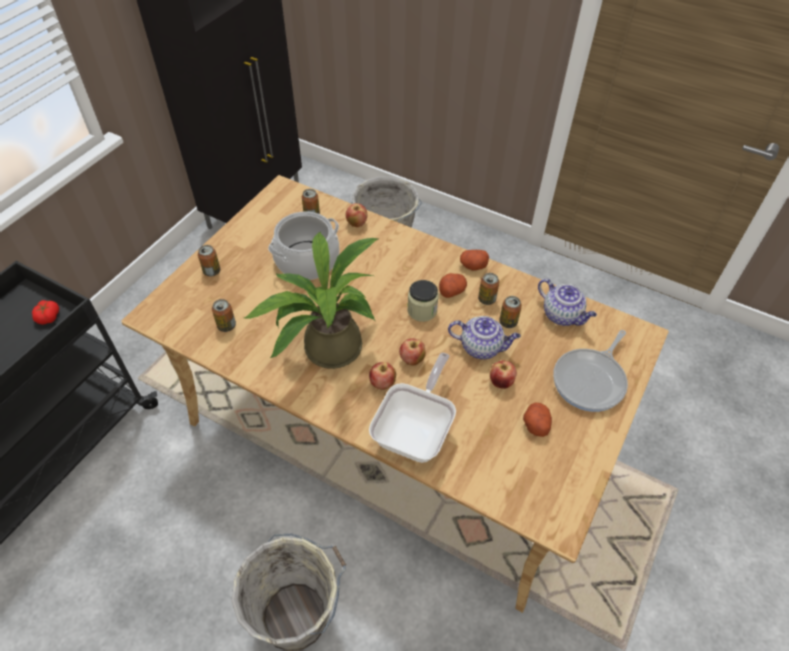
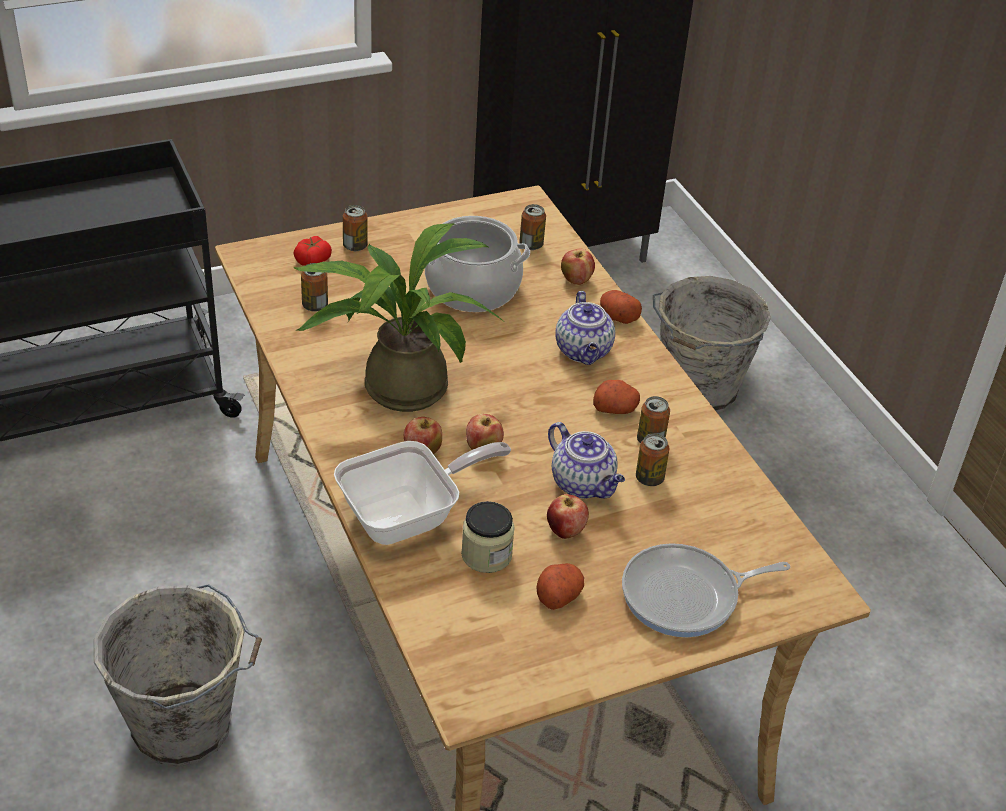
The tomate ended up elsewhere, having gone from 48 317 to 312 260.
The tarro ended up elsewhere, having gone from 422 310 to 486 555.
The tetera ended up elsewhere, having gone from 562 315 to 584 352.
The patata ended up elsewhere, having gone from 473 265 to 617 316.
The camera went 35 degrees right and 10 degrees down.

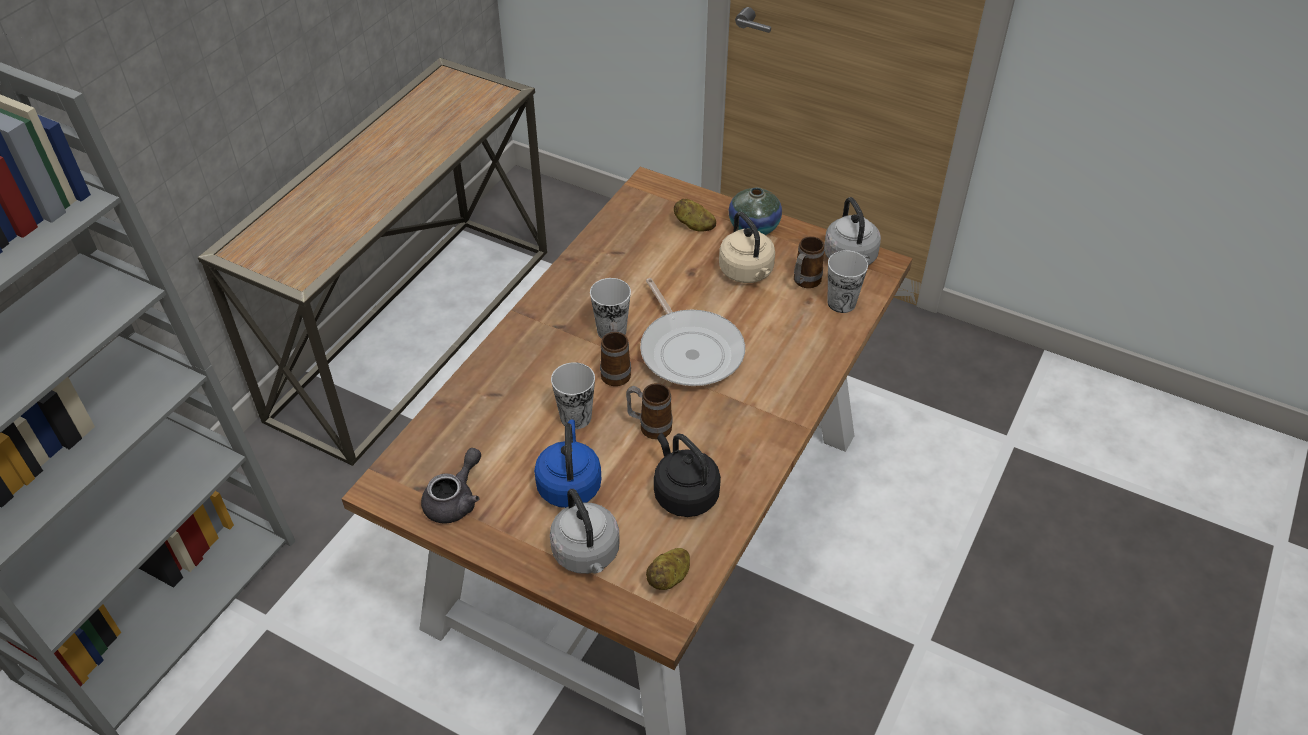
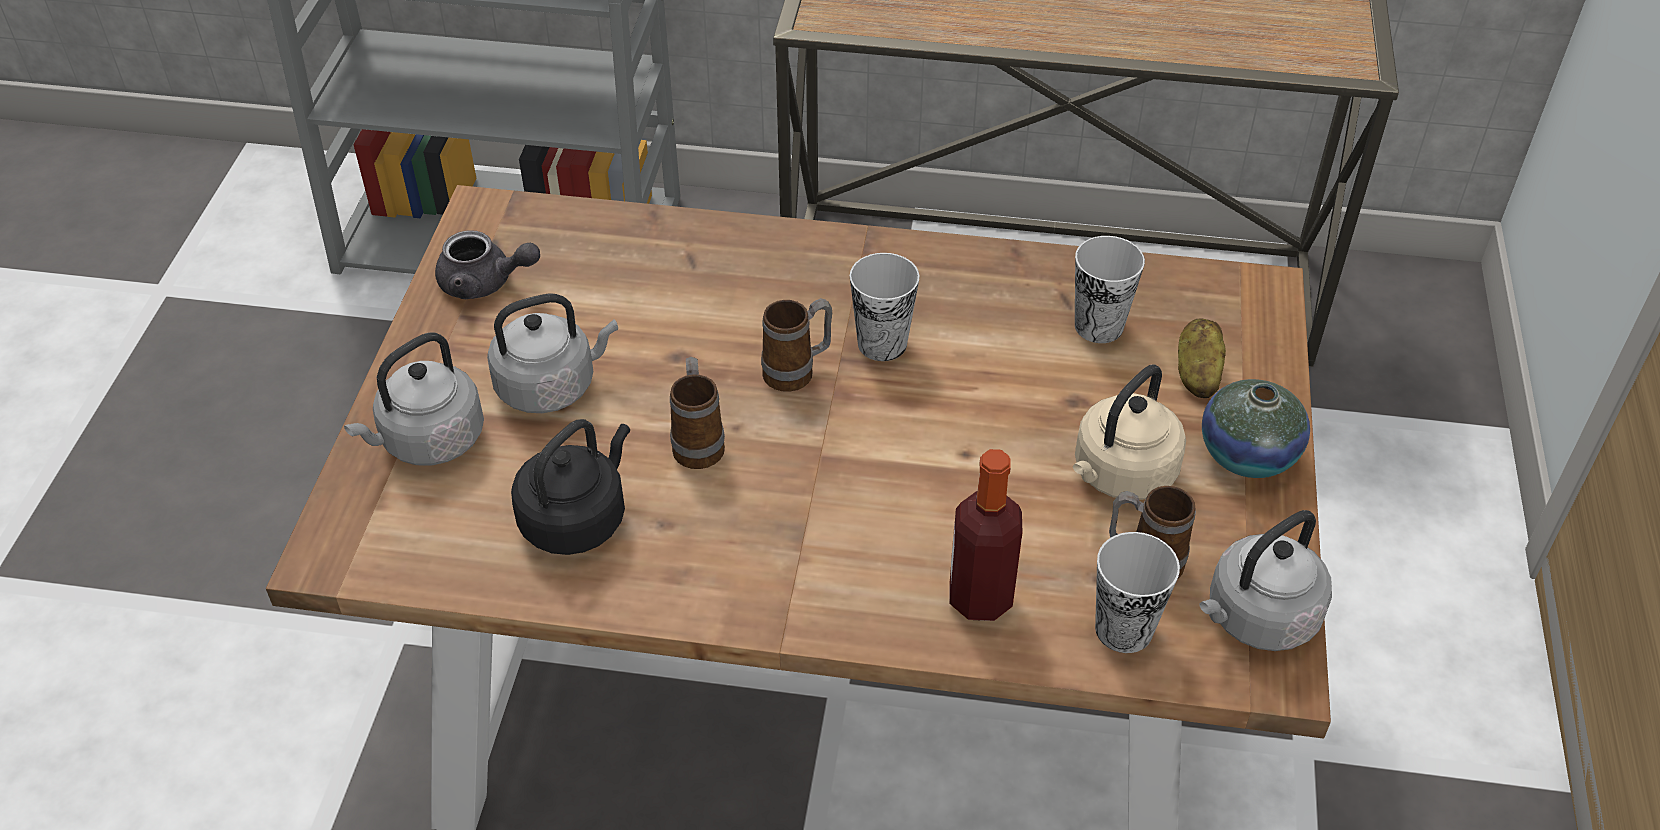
What was the hervidor/azul at 569 484 turned into the hervidor/gris at 551 386.
The second view gained the botella at 980 598.
The taza ended up elsewhere, having gone from 575 417 to 1099 326.
The second view lost the sartén at 689 350.
The second view lost the patata at 669 578.
The camera went 70 degrees right and 0 degrees up.

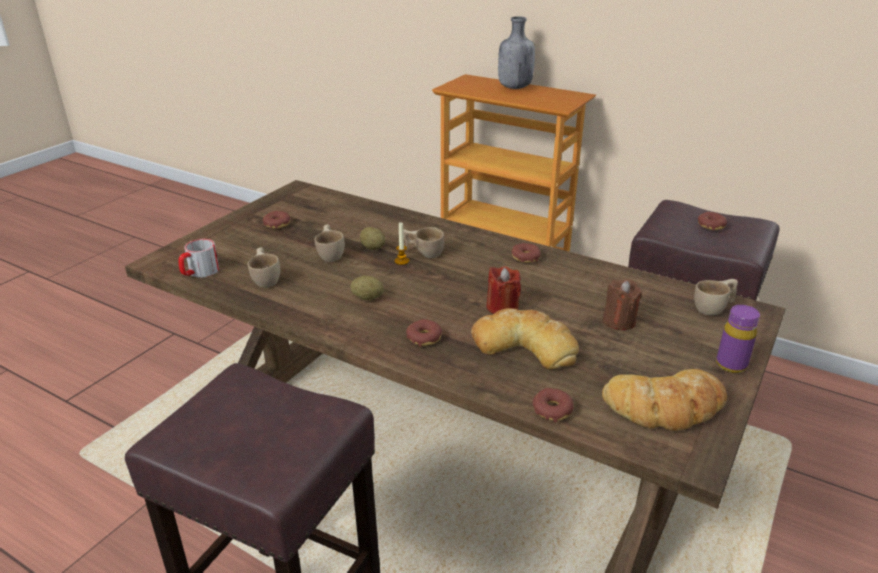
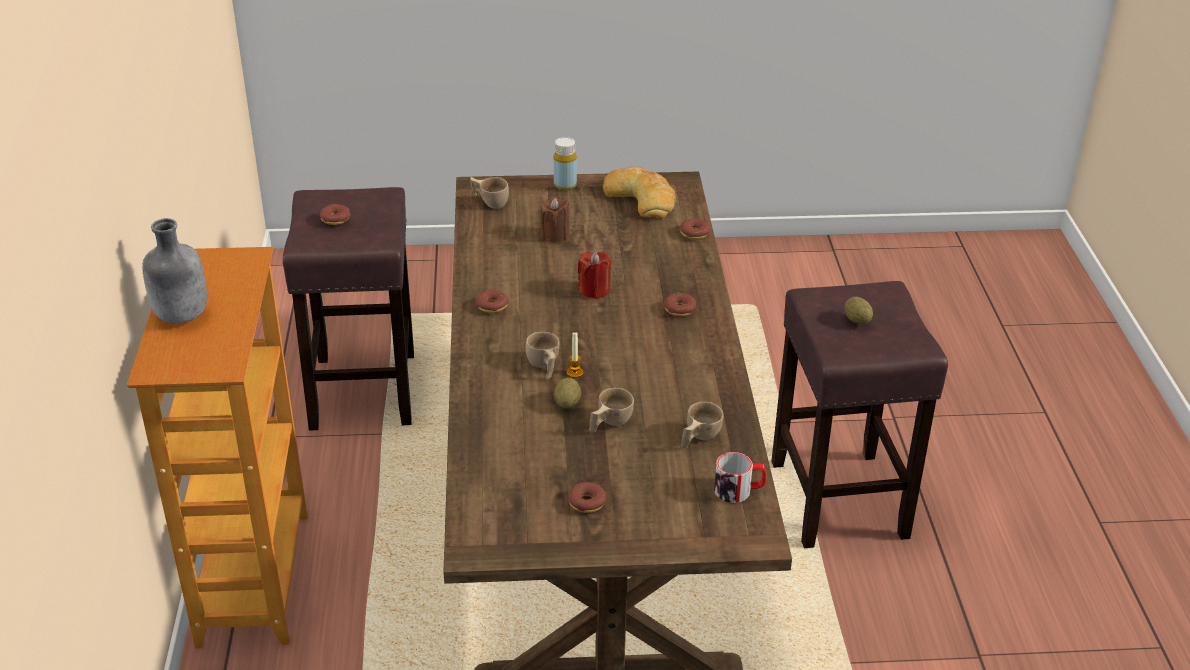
What was the botella/morado at 731 365 turned into the botella/amarillo at 565 185.
The patata ended up elsewhere, having gone from 367 298 to 857 320.
The second view lost the pan at 525 345.
The camera went 125 degrees left and 5 degrees up.

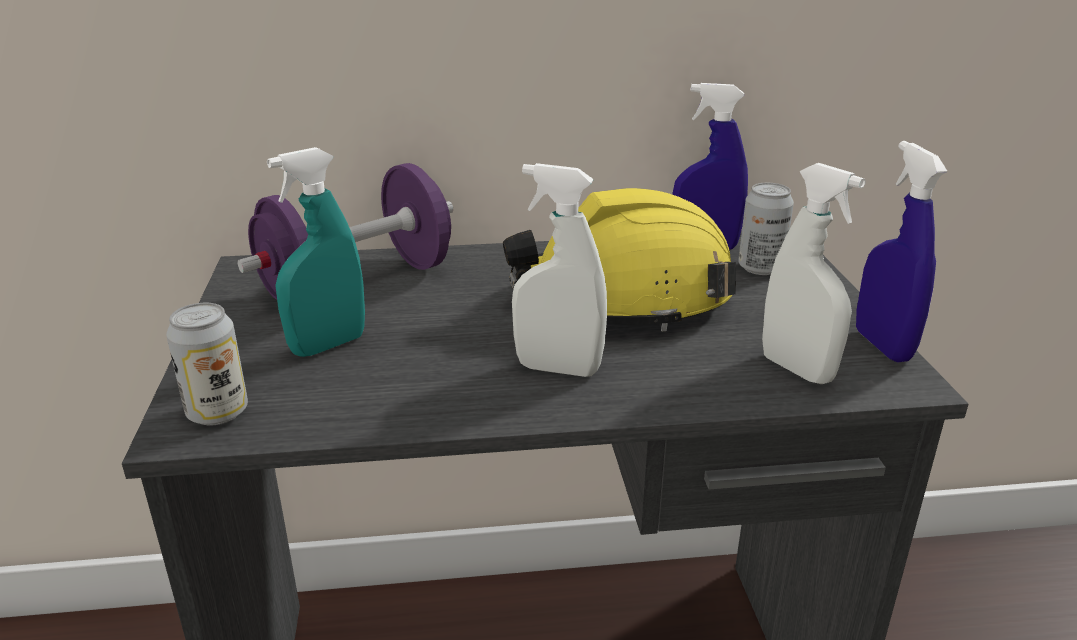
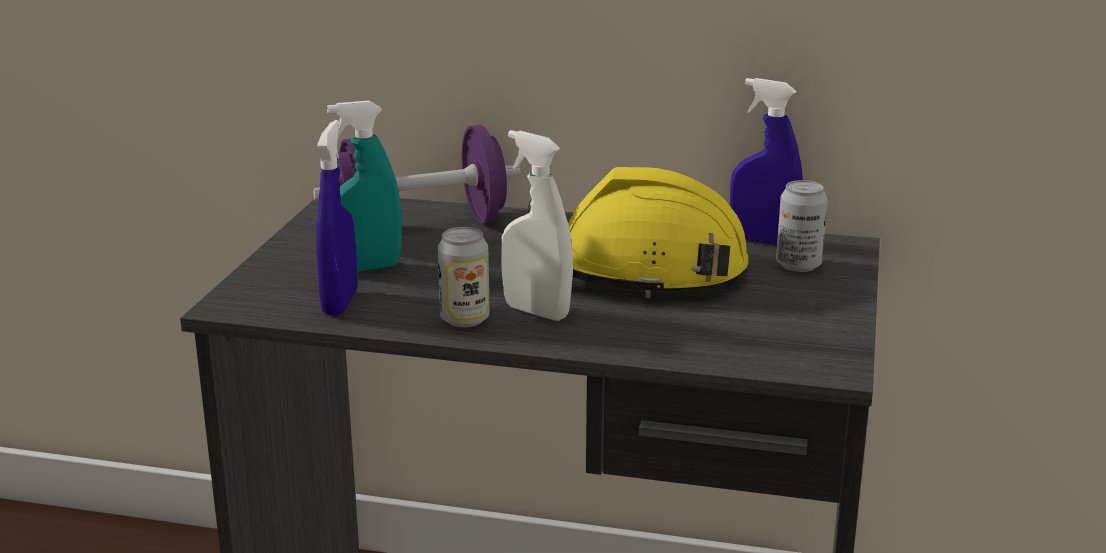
The pulverizador/azul ended up elsewhere, having gone from 882 345 to 340 303.
The lata ended up elsewhere, having gone from 217 412 to 464 319.
The second view lost the pulverizador/blanco at 797 369.
The camera went 20 degrees right and 5 degrees down.

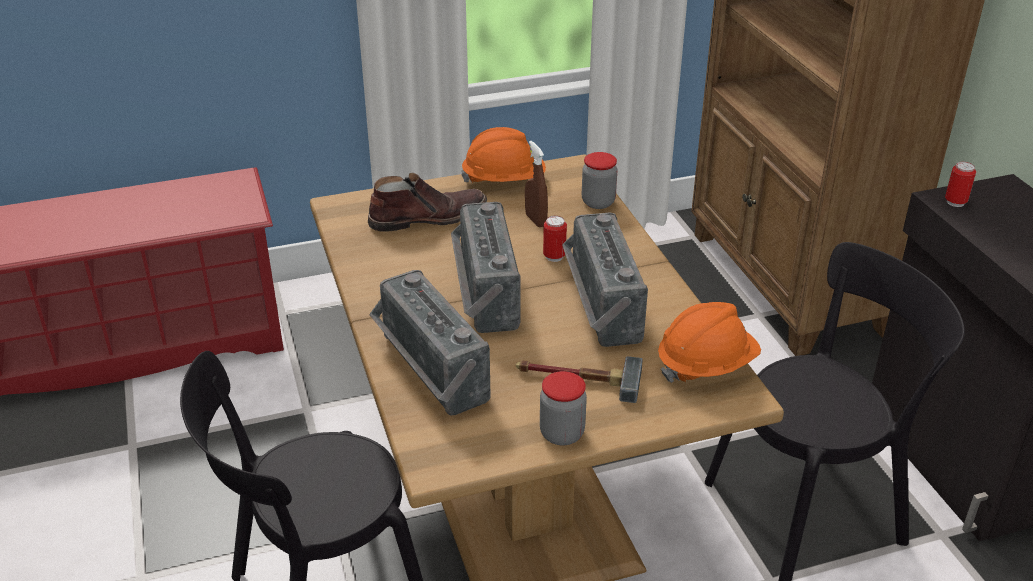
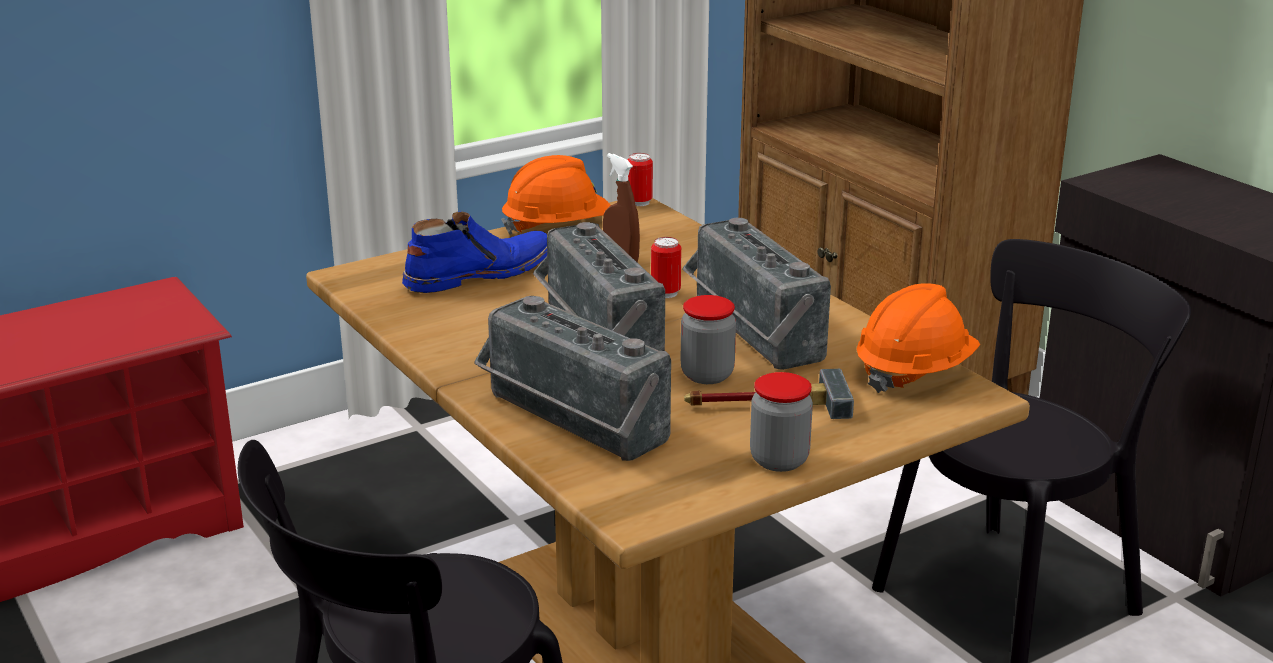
What was the bota/marrón at 427 217 turned into the bota/azul at 478 274.
The lata ended up elsewhere, having gone from 955 202 to 639 202.
The tarro ended up elsewhere, having gone from 598 202 to 707 375.
The camera went 15 degrees left and 10 degrees down.

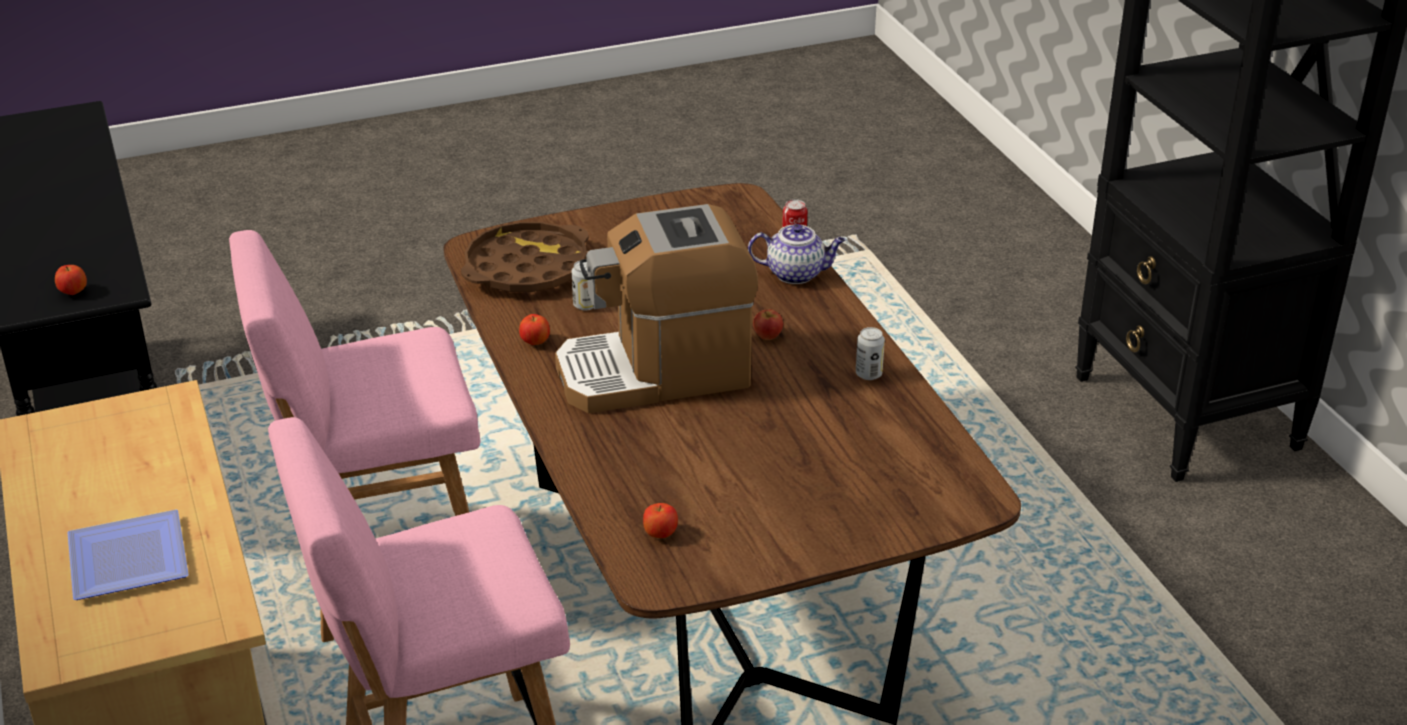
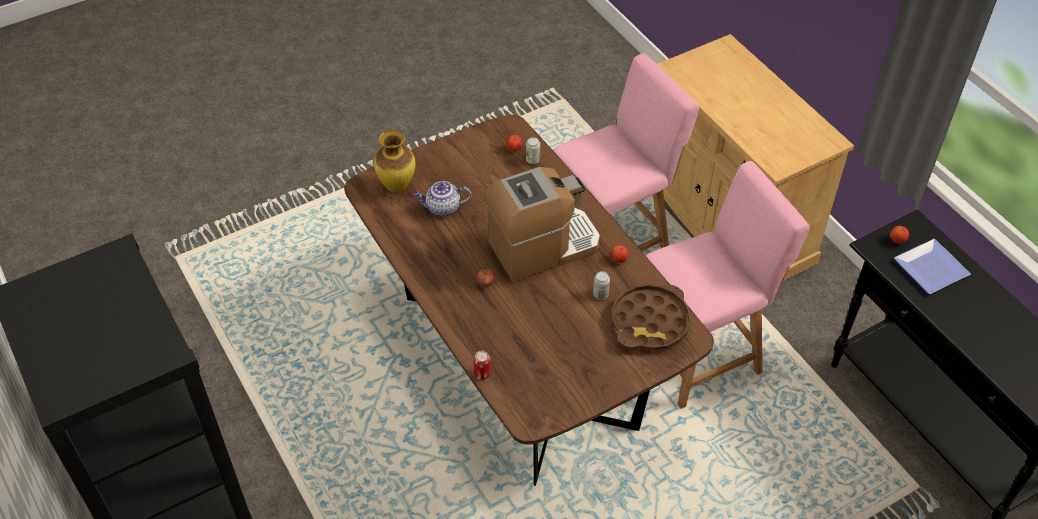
The second view gained the florero at 398 186.
The tetera ended up elsewhere, having gone from 796 273 to 442 208.
The lata ended up elsewhere, having gone from 868 374 to 532 160.
The plato ended up elsewhere, having gone from 133 561 to 928 268.
The camera went 170 degrees right and 15 degrees up.

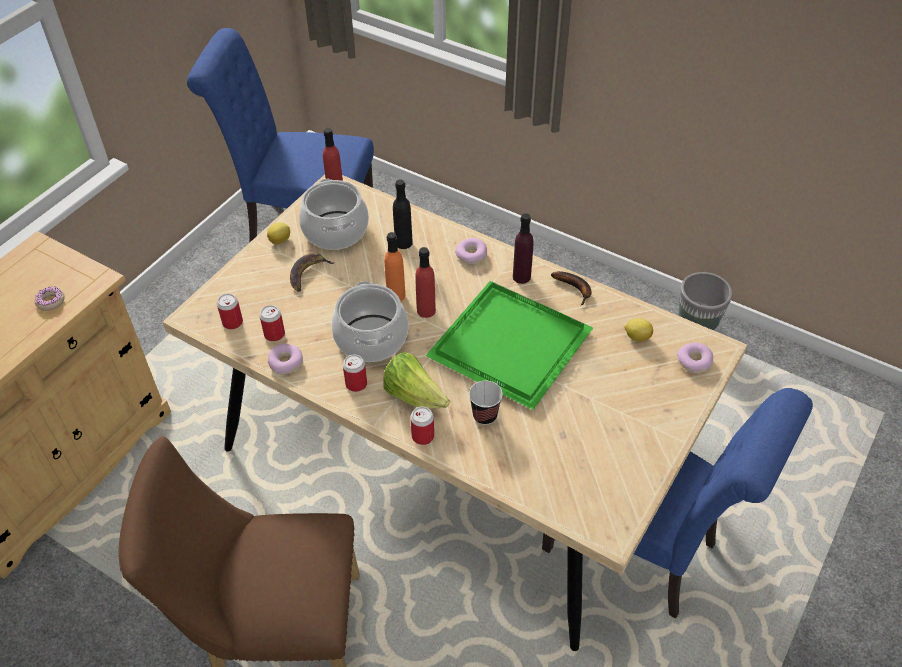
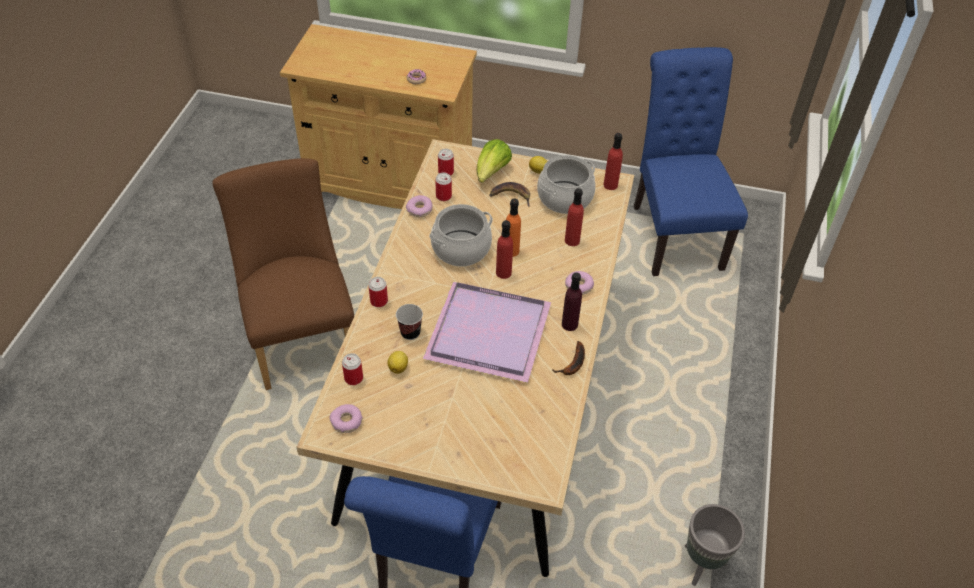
The rosquilla ended up elsewhere, having gone from 694 362 to 347 422.
The lata ended up elsewhere, having gone from 356 384 to 353 378.
The limón ended up elsewhere, having gone from 637 337 to 398 367.
What was the bandeja/verde at 506 346 turned into the bandeja/morado at 487 331.
The lechuga ended up elsewhere, having gone from 414 396 to 491 173.
What was the botella/negro at 403 243 turned into the botella/rojo at 572 240.
The camera went 70 degrees right and 0 degrees up.

